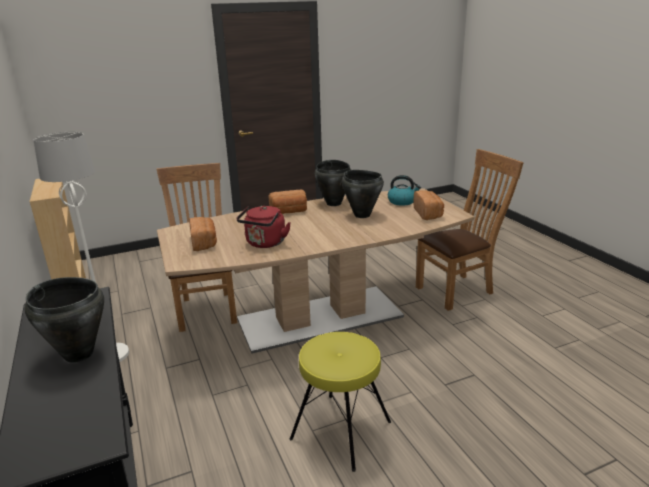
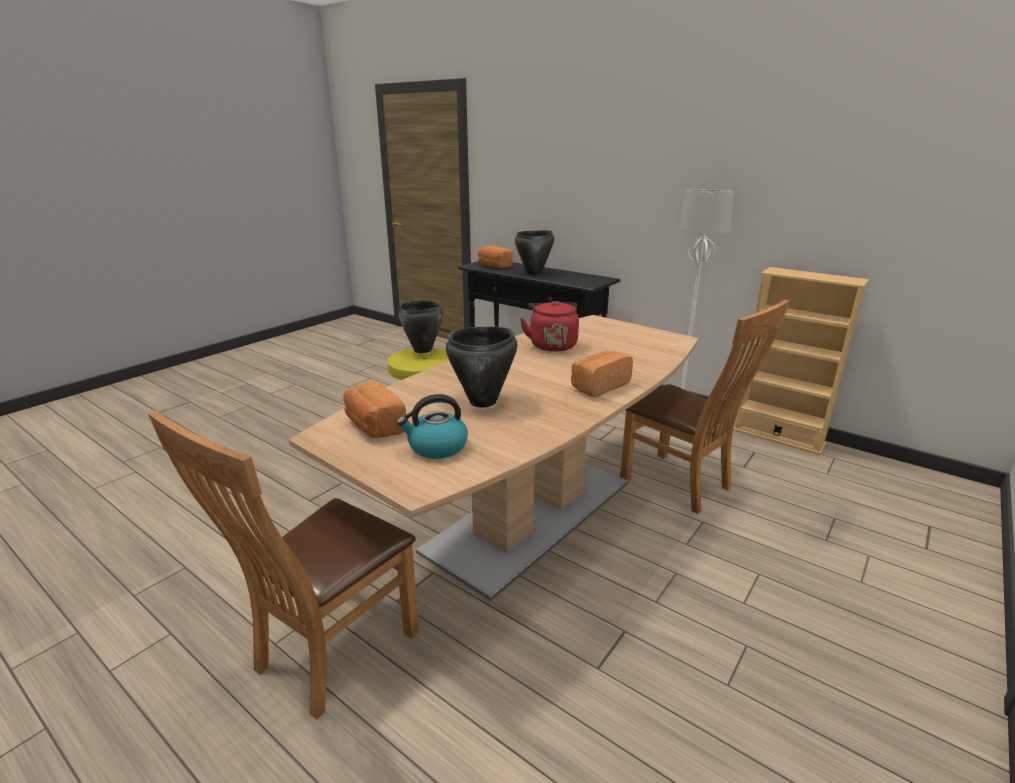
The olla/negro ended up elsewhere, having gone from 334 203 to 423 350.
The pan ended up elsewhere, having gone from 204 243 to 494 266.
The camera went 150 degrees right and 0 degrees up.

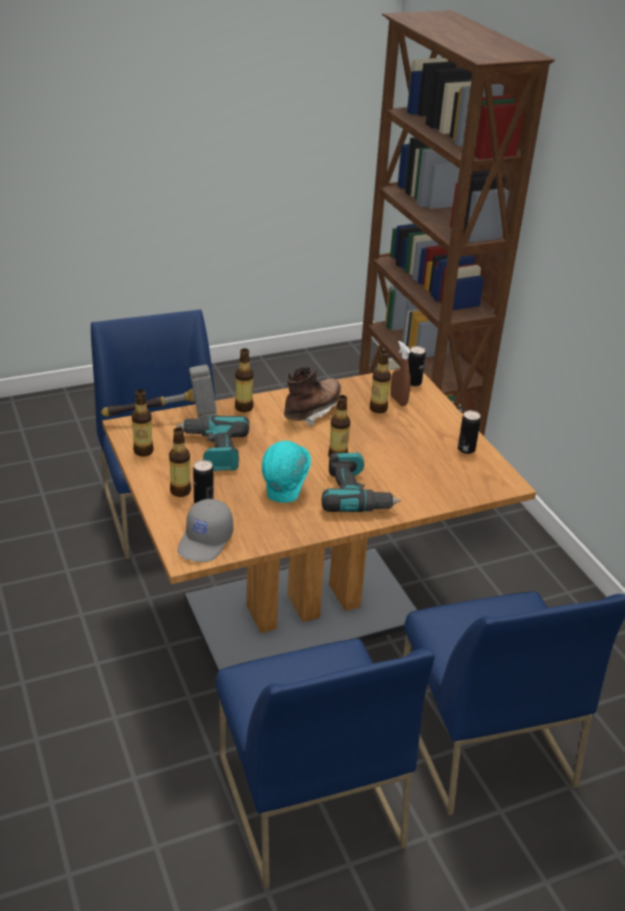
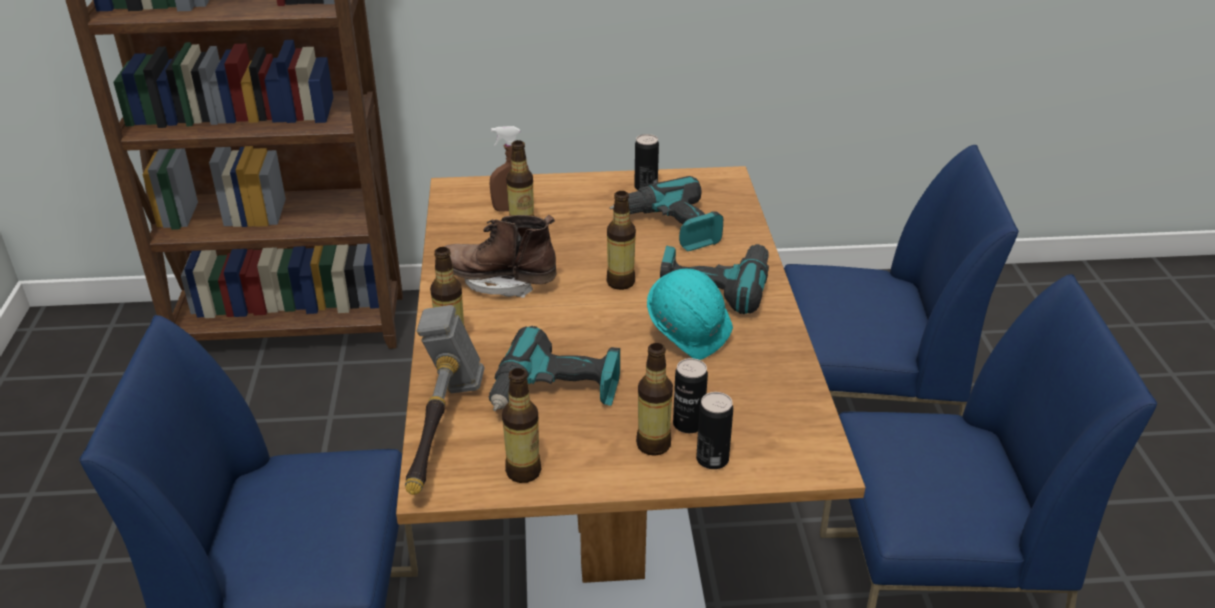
The bota/marrón at 312 411 ended up facing another way, 45 degrees counterclockwise from before.
The second view gained the taladro at 671 227.
The lata ended up elsewhere, having gone from 413 382 to 712 459.
The second view lost the gorra/gris at 206 541.
The camera went 70 degrees left and 0 degrees up.

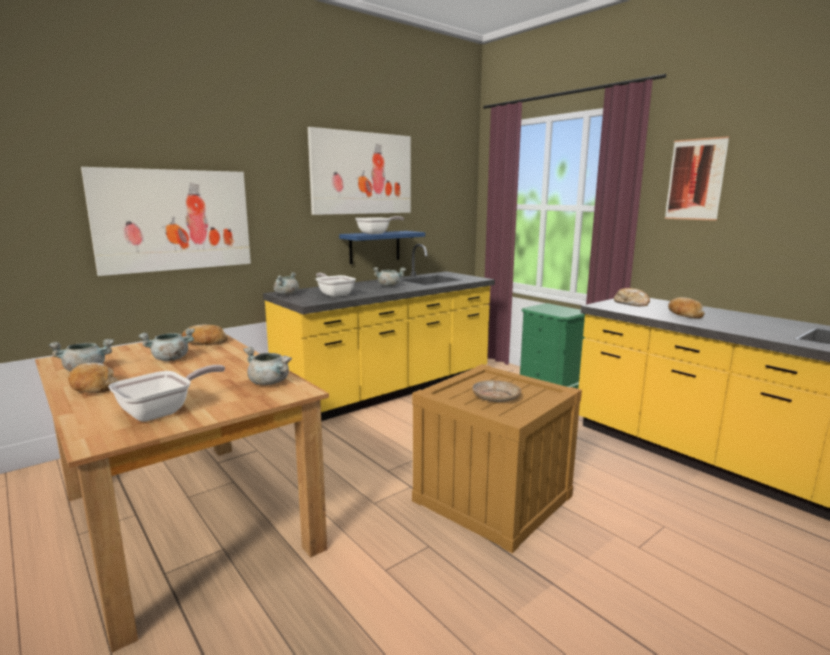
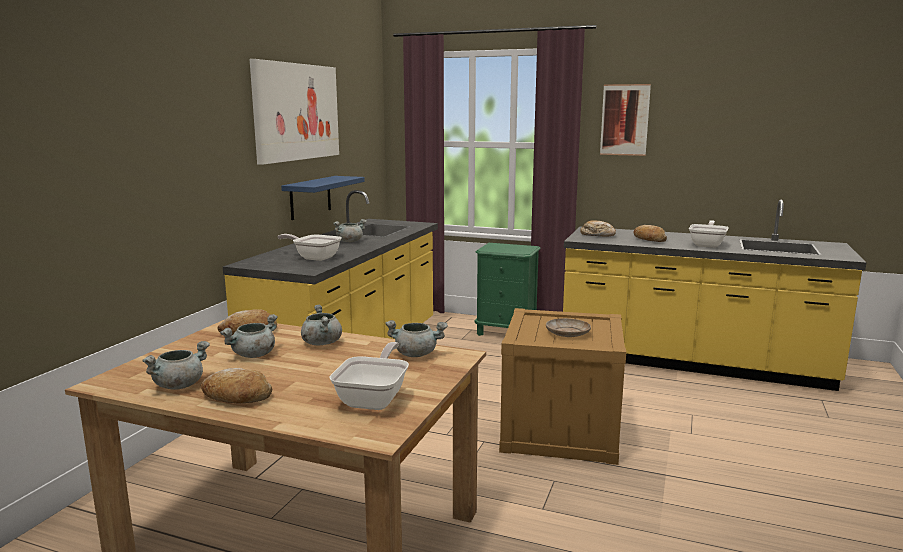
The olla/gris ended up elsewhere, having gone from 286 294 to 321 343.
The sartén ended up elsewhere, having gone from 377 233 to 707 244.
The second view lost the cuadro at 174 220.
The camera went 30 degrees left and 0 degrees up.

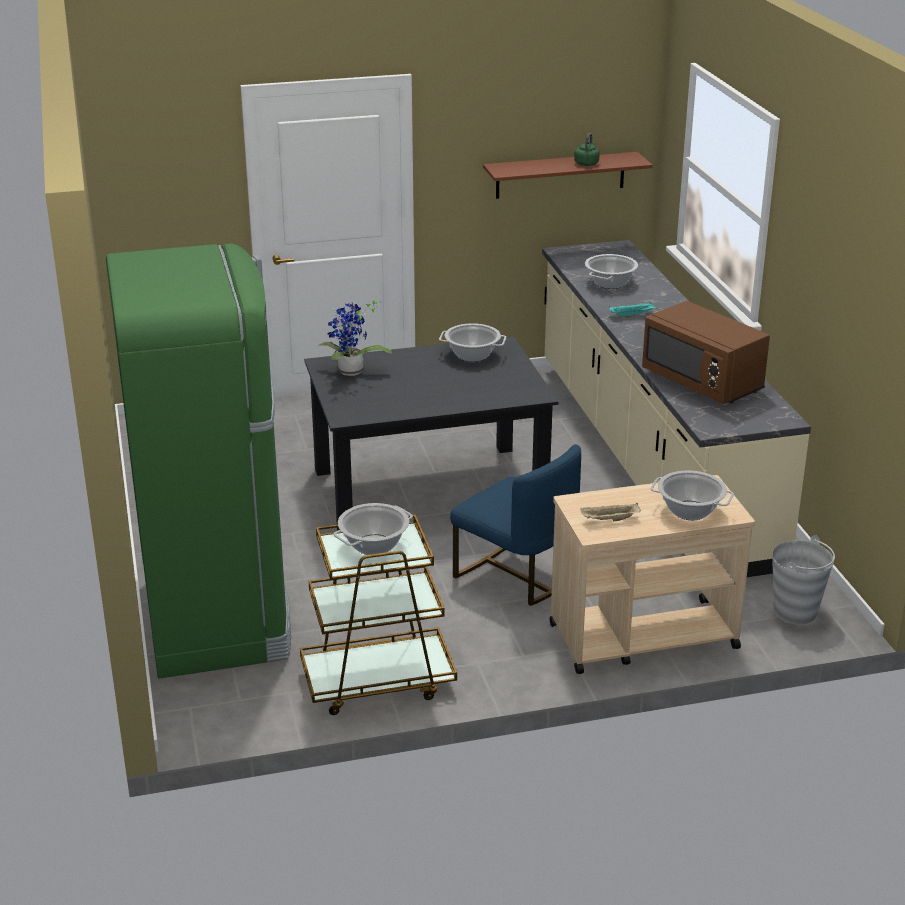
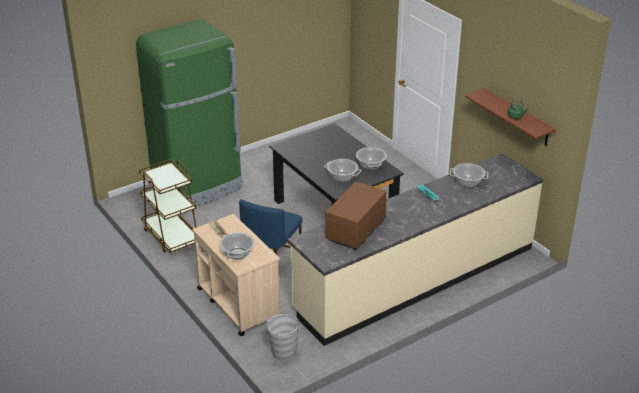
The olla ended up elsewhere, having gone from 374 545 to 342 177.
The second view lost the planta en maceta at 351 373.
The camera went 70 degrees right and 5 degrees up.

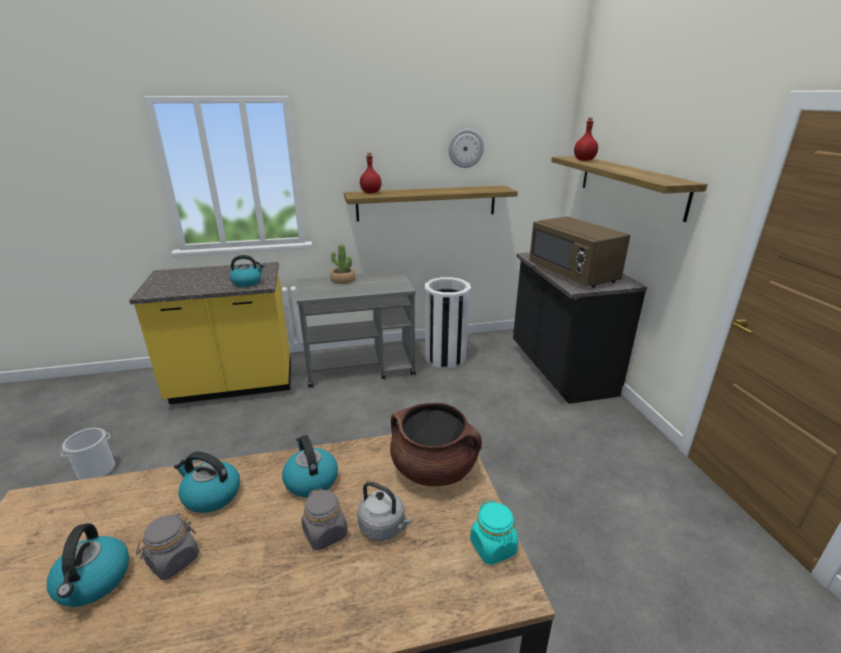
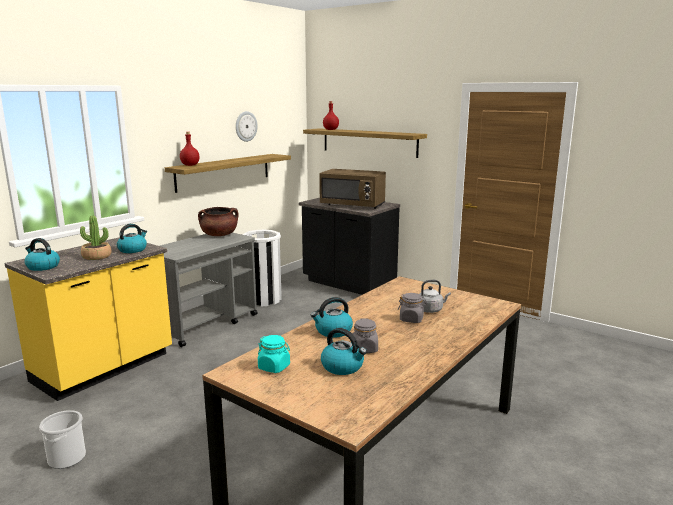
The hervidor ended up elsewhere, having gone from 311 480 to 42 267.
The planta en maceta ended up elsewhere, having gone from 343 280 to 96 256.
The olla/marrón ended up elsewhere, having gone from 434 469 to 219 235.
The tarro/turquesa ended up elsewhere, having gone from 493 547 to 274 367.
The camera went 40 degrees left and 10 degrees down.

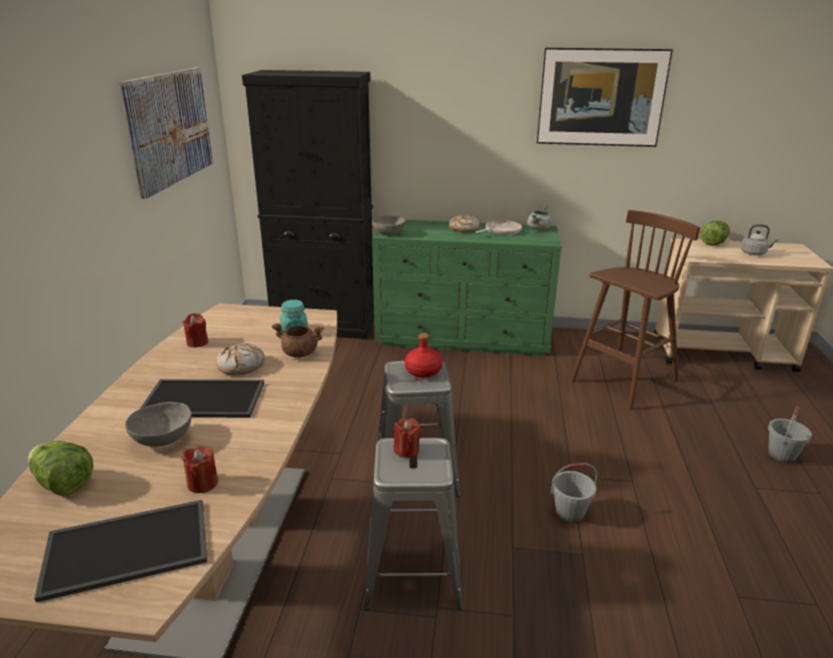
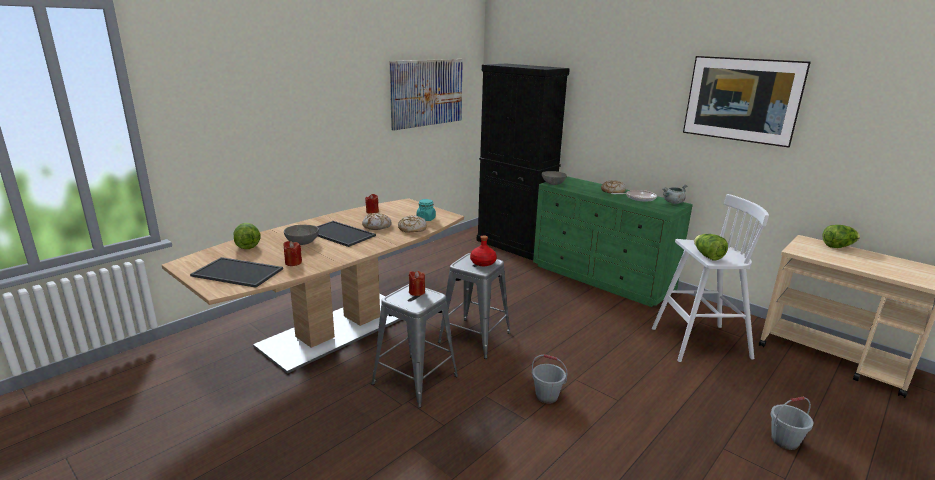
Where the olla/marrón stood at 299 353, the pan came to stand at 412 229.
What was the taburete/marrón at 623 381 turned into the taburete/blanco at 698 343.
The second view gained the lechuga at 707 256.
The second view lost the hervidor/gris at 754 253.
The camera went 35 degrees right and 5 degrees down.

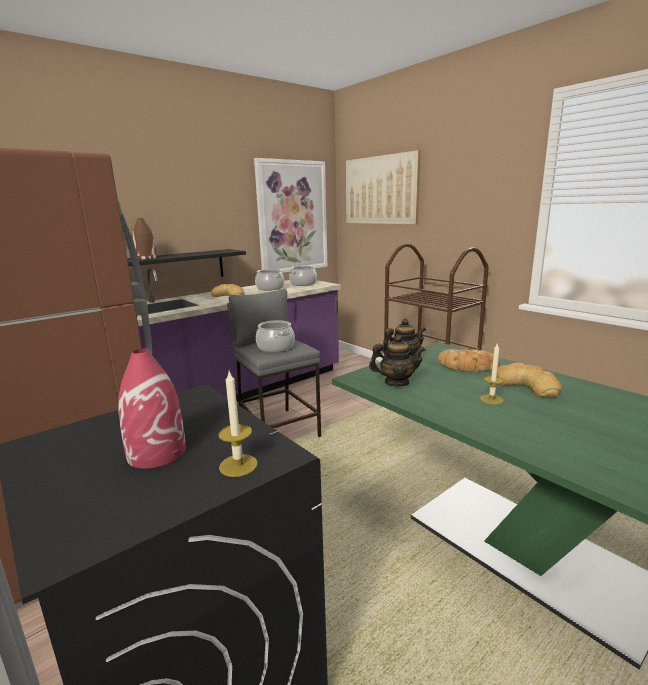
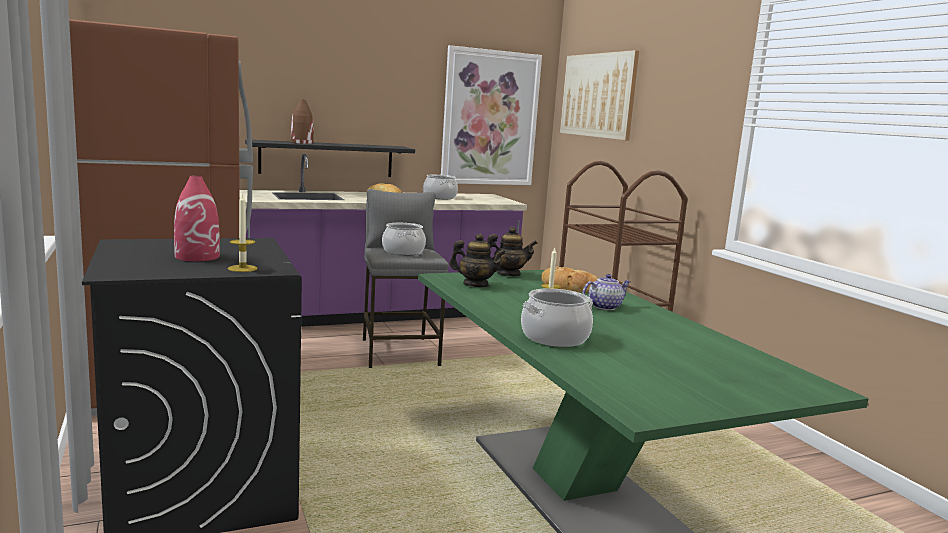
The olla ended up elsewhere, having gone from 303 284 to 554 337.
Where the pan stood at 526 385, the tetera came to stand at 604 306.
The camera went 15 degrees right and 5 degrees down.

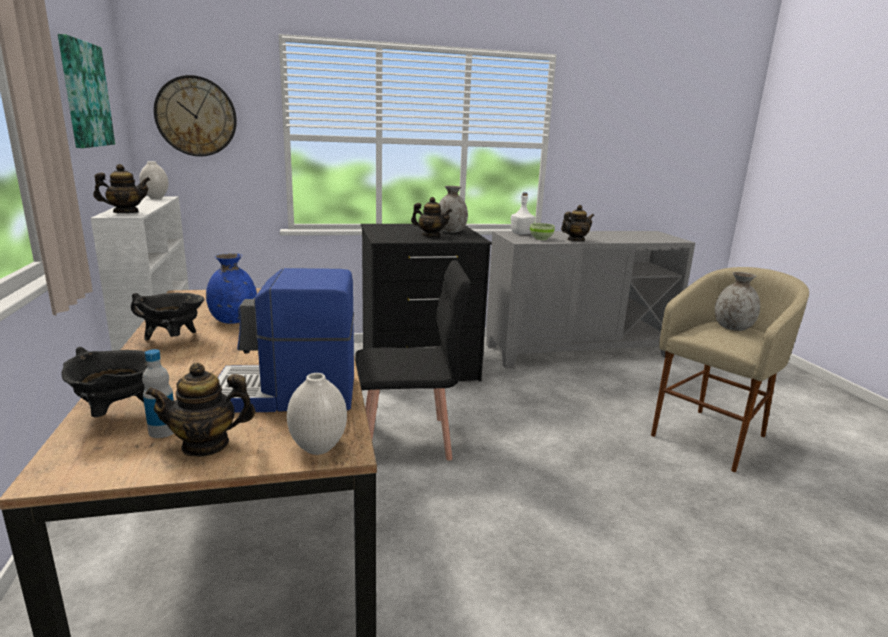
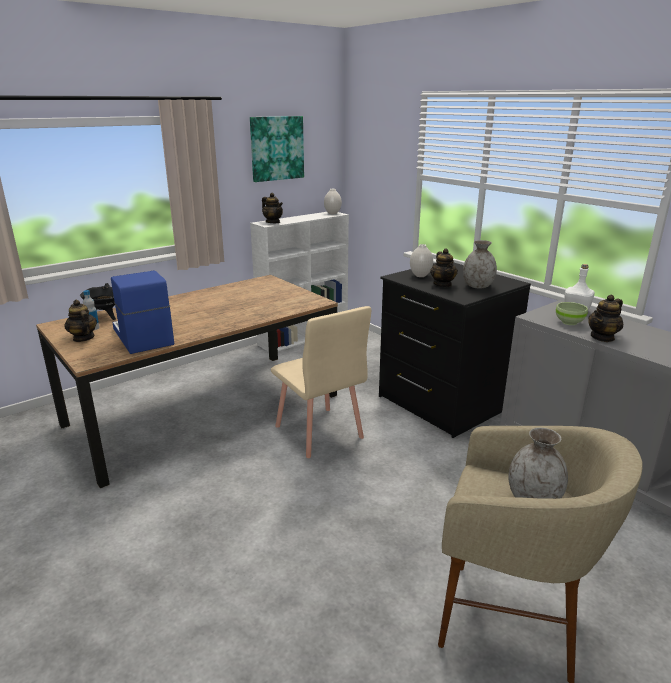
What was the silla/negro at 406 439 turned into the silla/beis at 318 432.
The florero/blanco ended up elsewhere, having gone from 317 447 to 420 275.
The tetera at 575 240 ended up facing another way, 105 degrees clockwise from before.
The second view lost the olla/negro at 173 339.
The second view lost the reloj de pared at 196 116.
The second view lost the florero/azul at 233 320.
The camera went 65 degrees right and 5 degrees up.

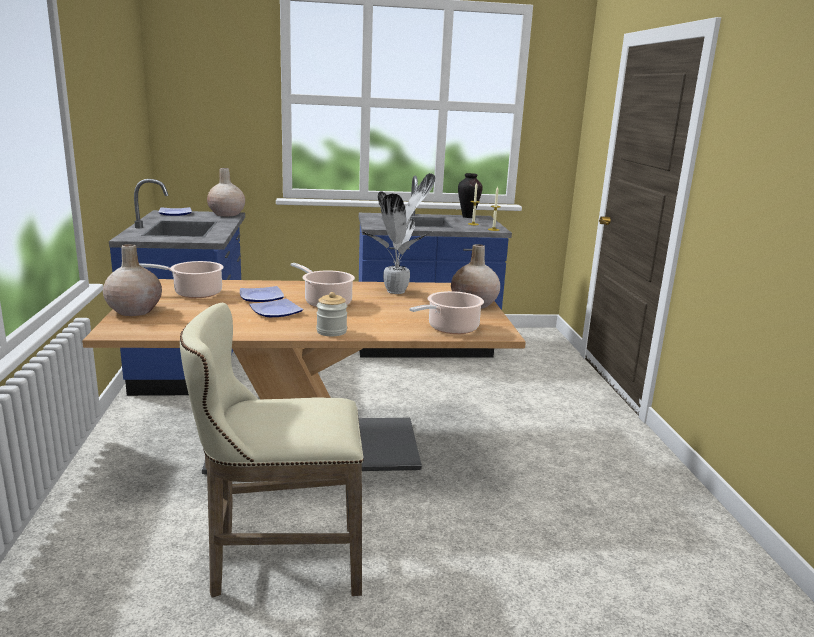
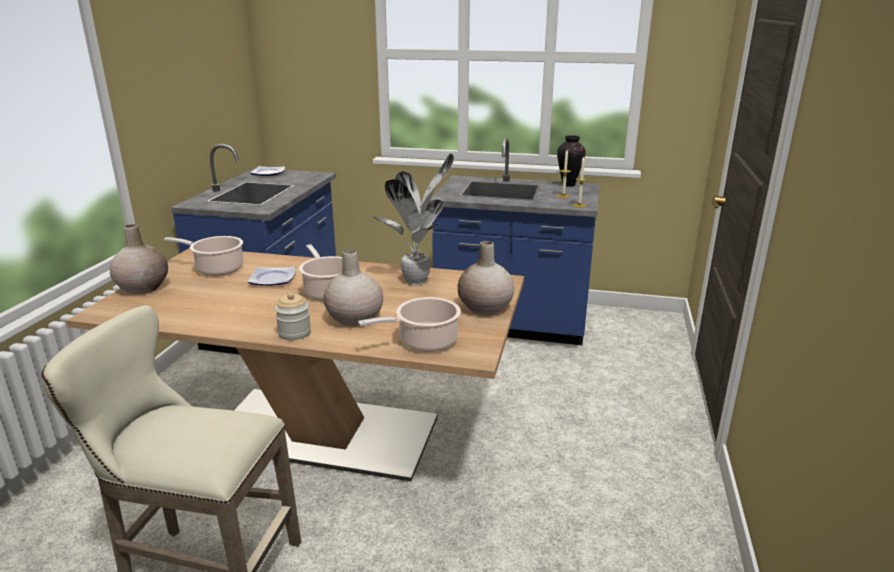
The florero/beis ended up elsewhere, having gone from 226 214 to 354 318.
The second view lost the plato at 275 312.
The camera went 20 degrees right and 5 degrees up.

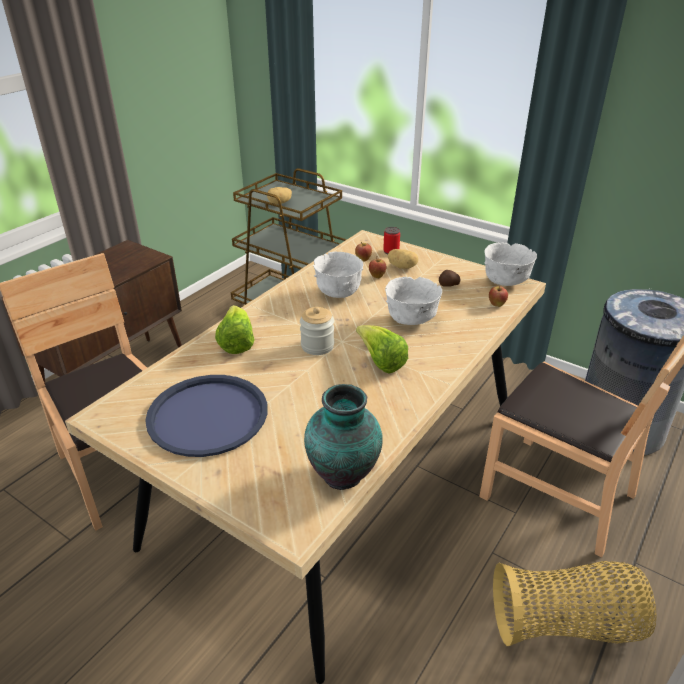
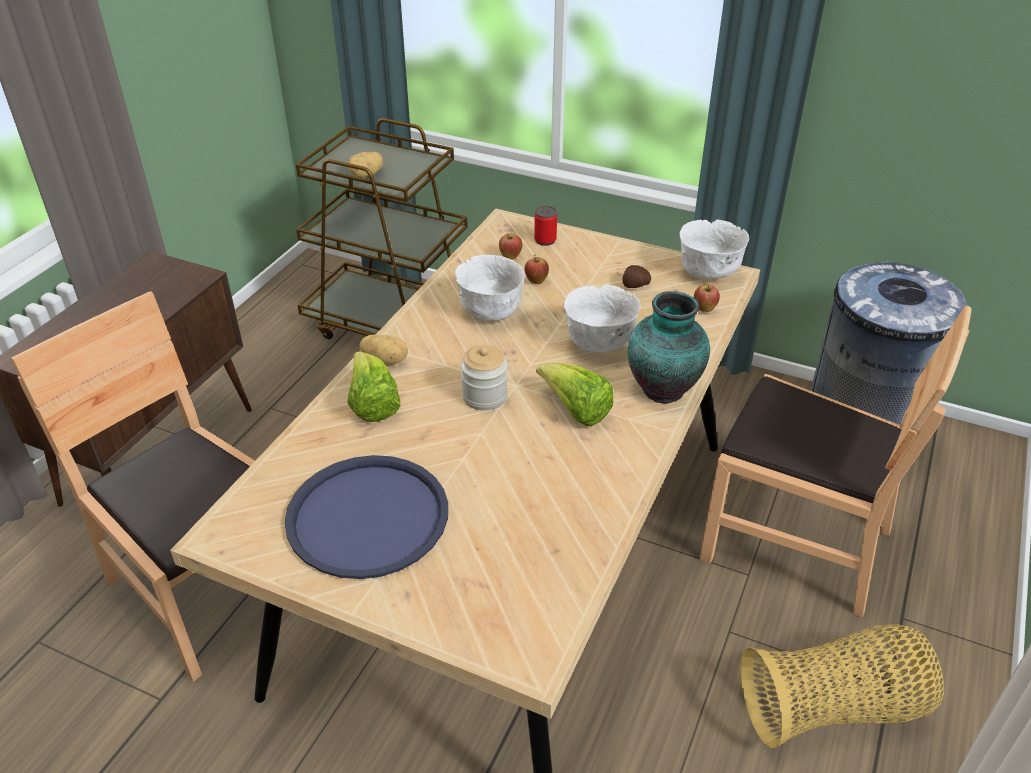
The patata ended up elsewhere, having gone from 402 267 to 385 360.
The florero ended up elsewhere, having gone from 344 473 to 664 388.
The camera went 10 degrees left and 5 degrees up.

